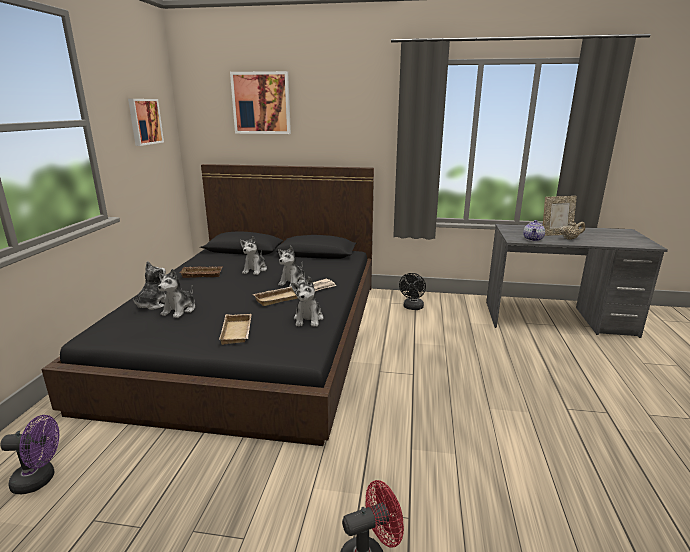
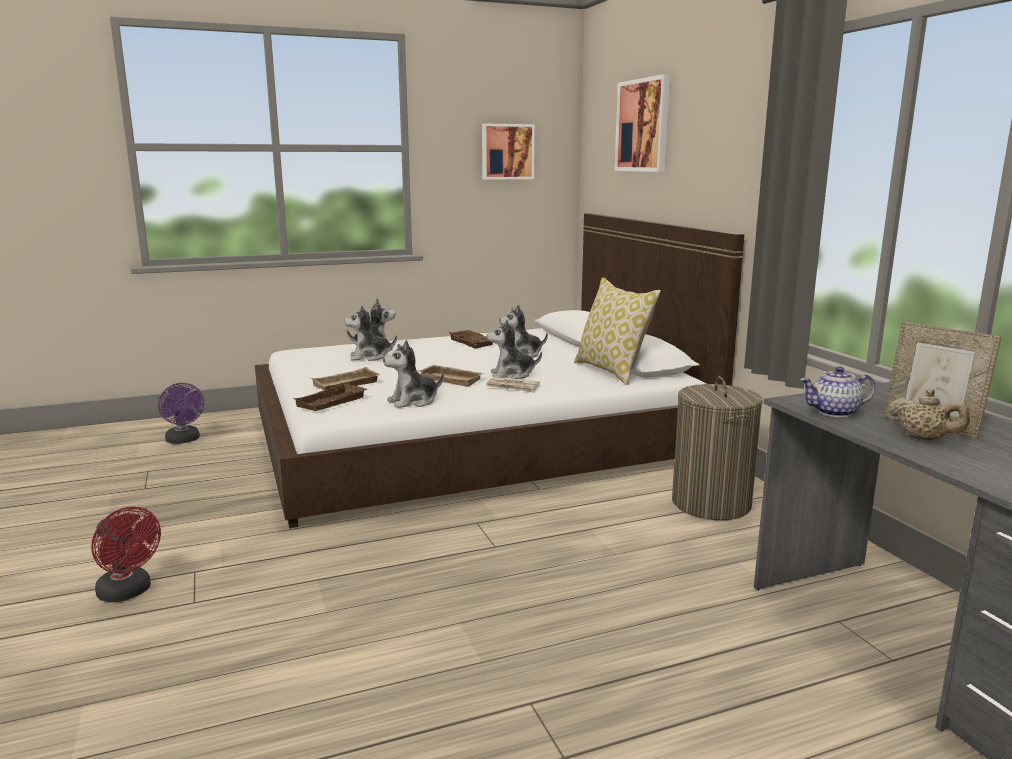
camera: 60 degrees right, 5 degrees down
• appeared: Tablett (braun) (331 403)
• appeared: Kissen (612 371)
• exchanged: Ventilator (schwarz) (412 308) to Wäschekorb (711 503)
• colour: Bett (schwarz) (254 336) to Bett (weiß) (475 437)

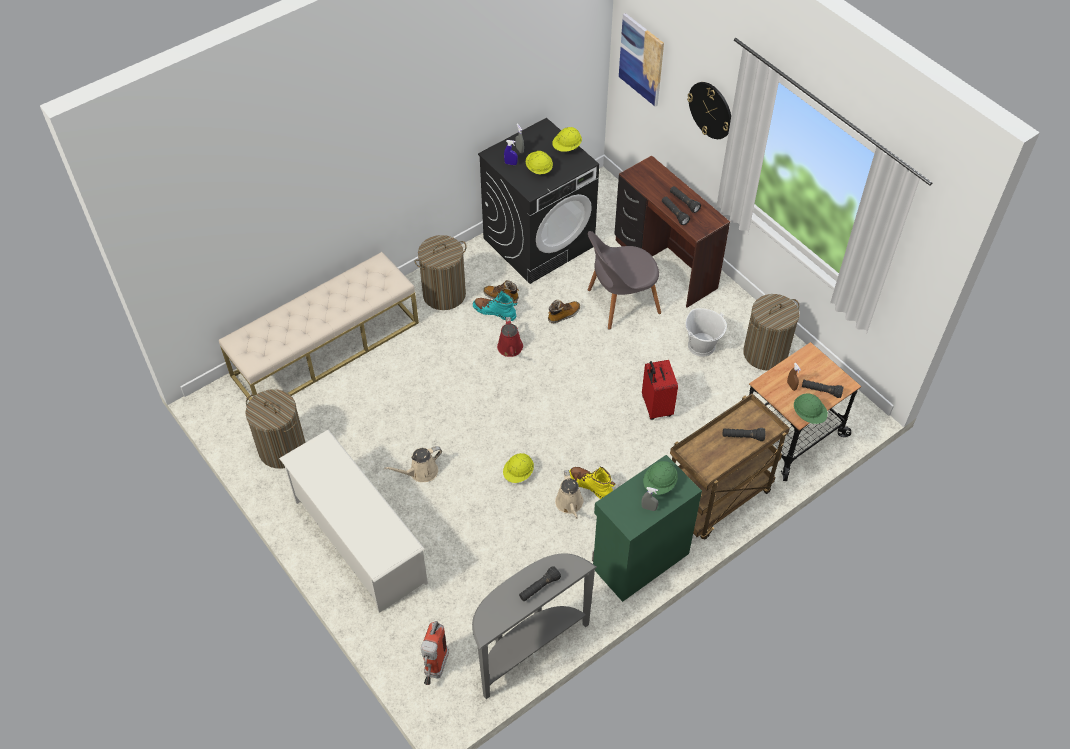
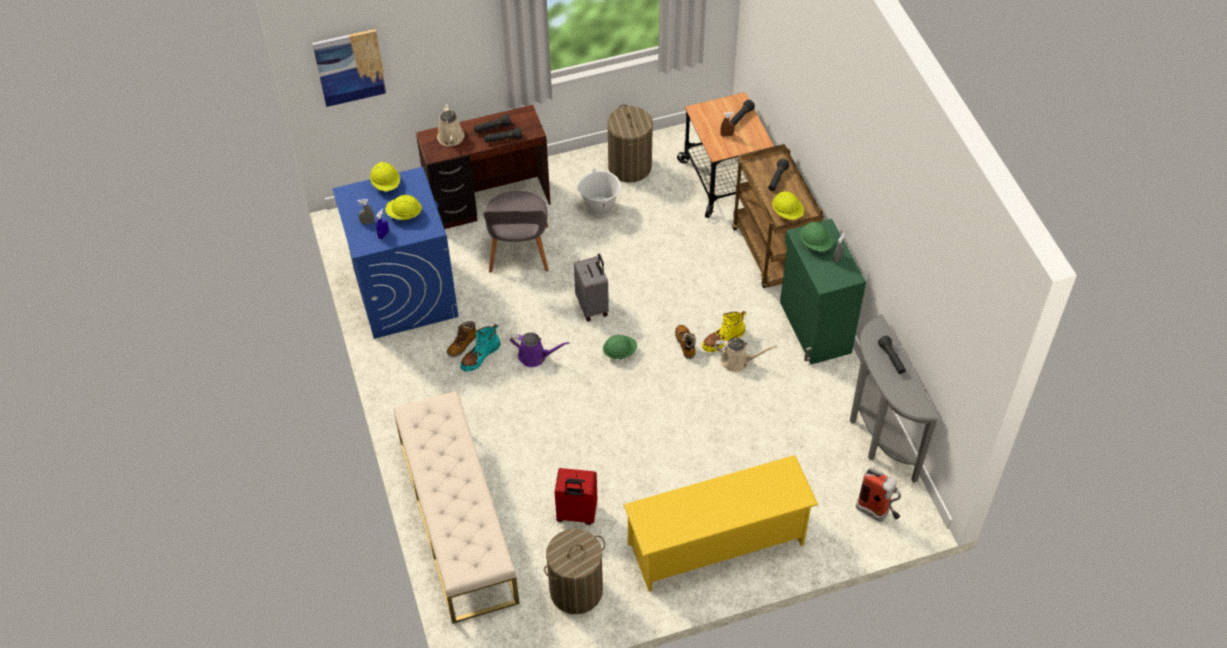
camera: 70 degrees left, 0 degrees up
• missing: Wäschekorb (444 294)
• missing: Wanduhr (710 110)
• appeared: Koffer (grau) (593 306)
• relocated: Gießkanne (beige) (421 472) to (451 138)
• relocated: Schutzhelm (gelb) (518 473) to (787 213)
• relocated: Stiefel (563 315) to (685 344)
• relocated: Koffer (rot) (655 407) to (576 514)
• relocated: Schutzhelm (grün) (809 415) to (619 352)
• colour: Schuhregal (weiß) (358 541) to Schuhregal (gelb) (716 544)
• colour: Waschmaschine (schwarz) (539 242) to Waschmaschine (blau) (405 293)
• colour: Gießkanne (rot) (510 349) to Gießkanne (lila) (535 356)

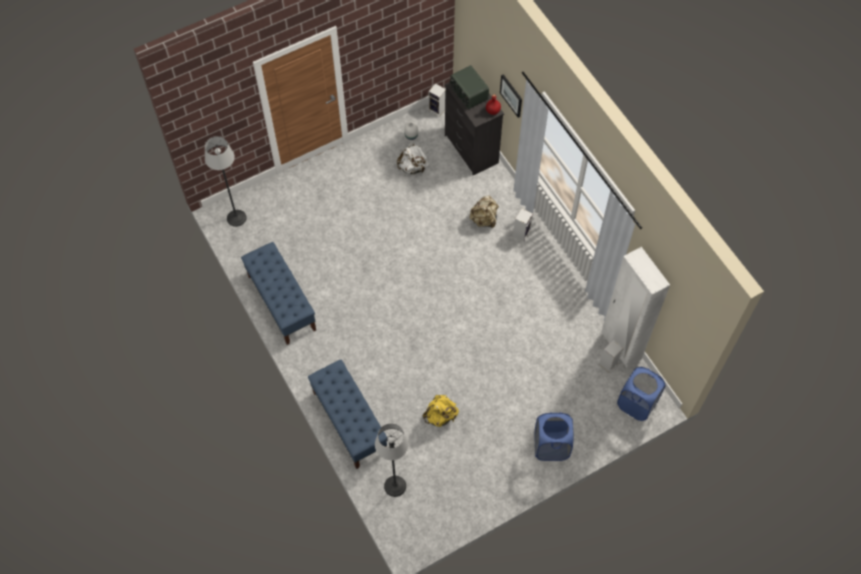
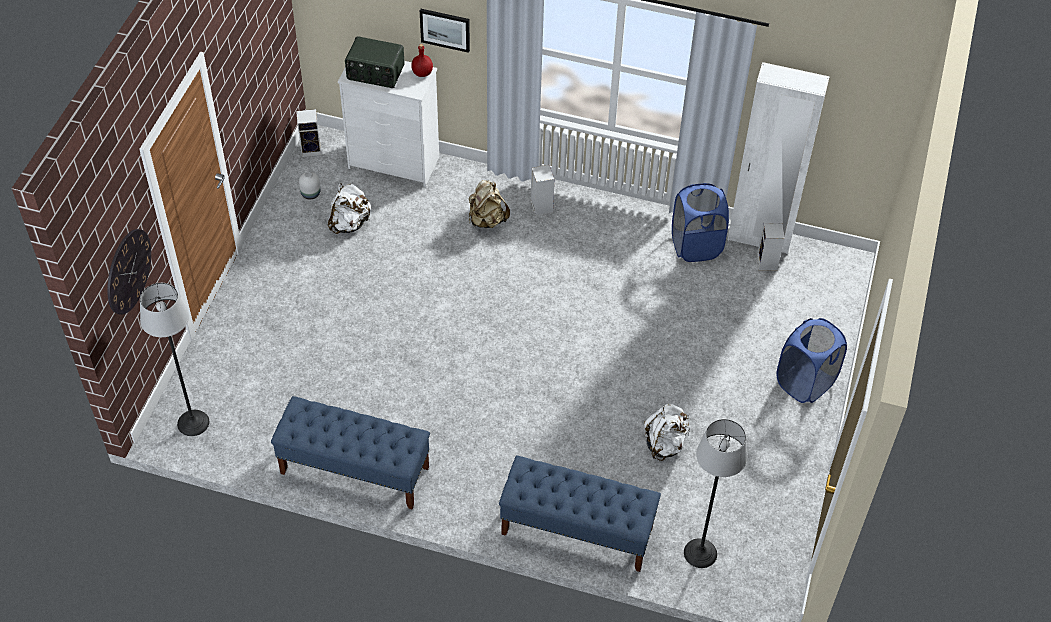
camera: 45 degrees left, 10 degrees down
• appeared: Wanduhr (128 271)
• relocated: Wäschekorb (blau) (637 404) to (696 246)
• colour: Rucksack (gelb) (440 416) to Rucksack (weiß) (665 444)
• colour: Kommode (schwarz) (471 149) to Kommode (weiß) (394 163)

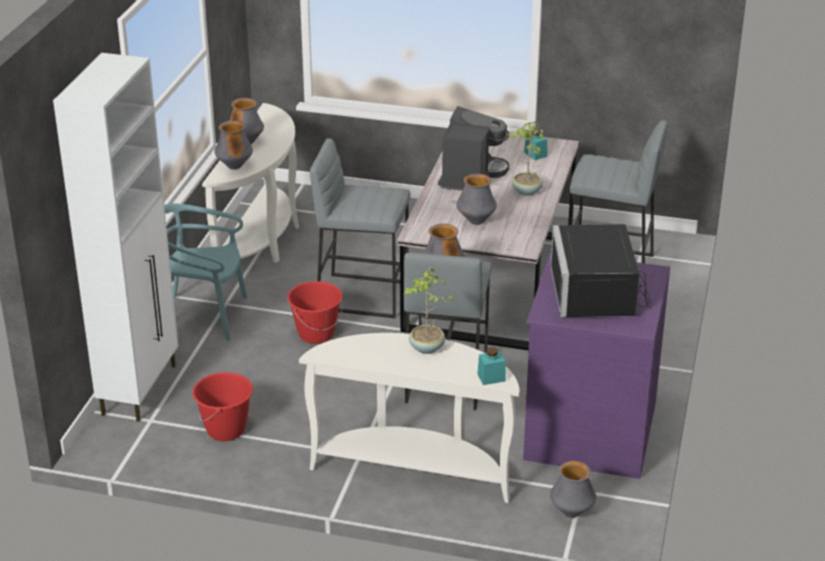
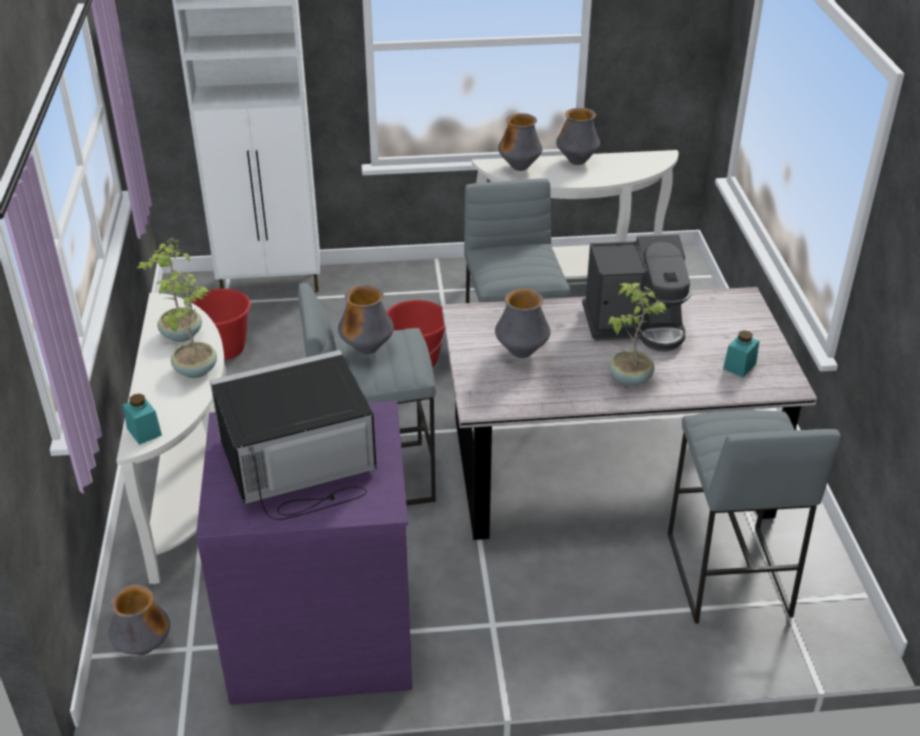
camera: 70 degrees right, 5 degrees up
• missing: Stuhl (türkis) (203 316)
• appeared: Topfpflanze (181 335)

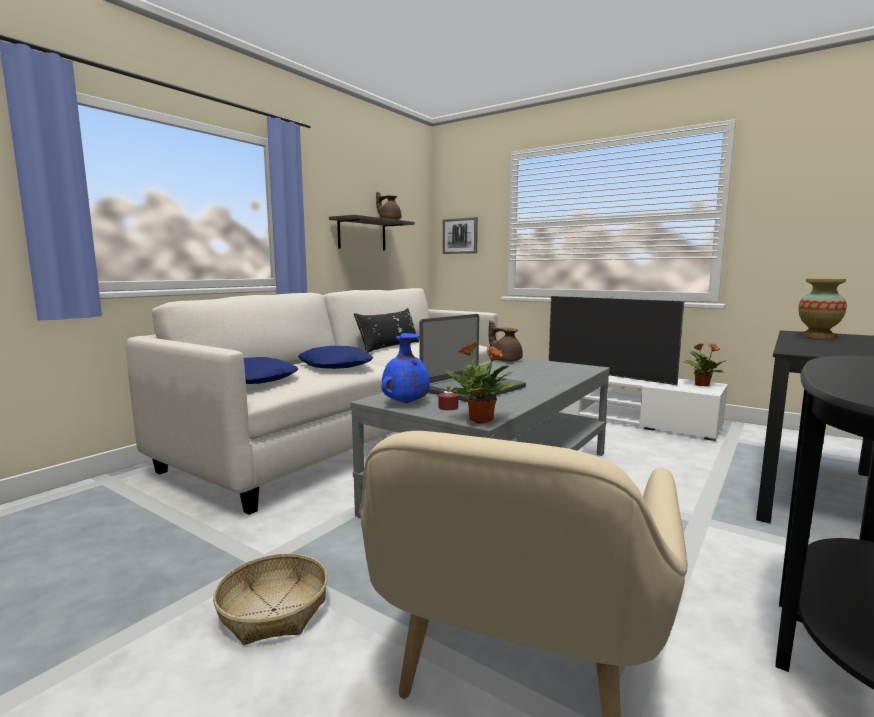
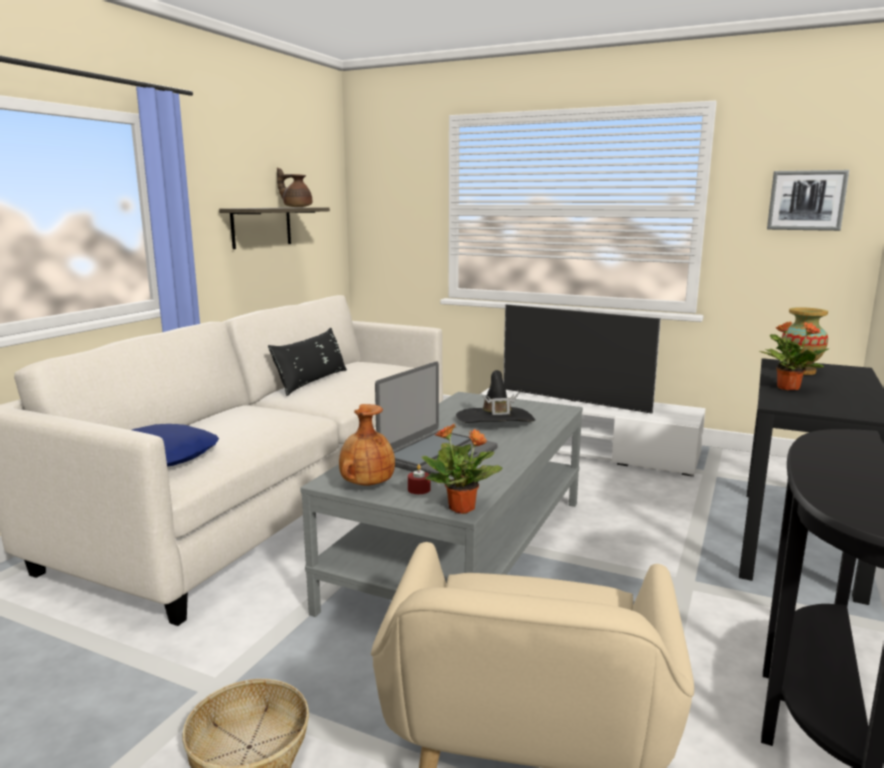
camera: 10 degrees left, 5 degrees up
• missing: Kissen (blau) (336 365)
• missing: Teekanne (braun) (506 360)
• appeared: Hut (schwarz) (495 420)
• relocated: Bild (460 236) to (806 200)
• relocated: Topfpflanze (701 385) to (787 388)
• colour: Vase (blau) (405 403) to Vase (braun) (366 485)

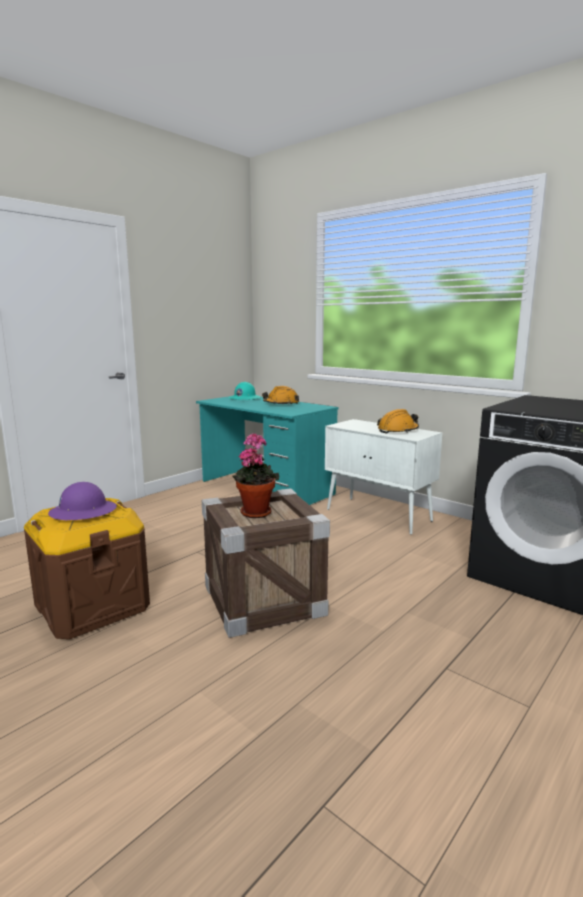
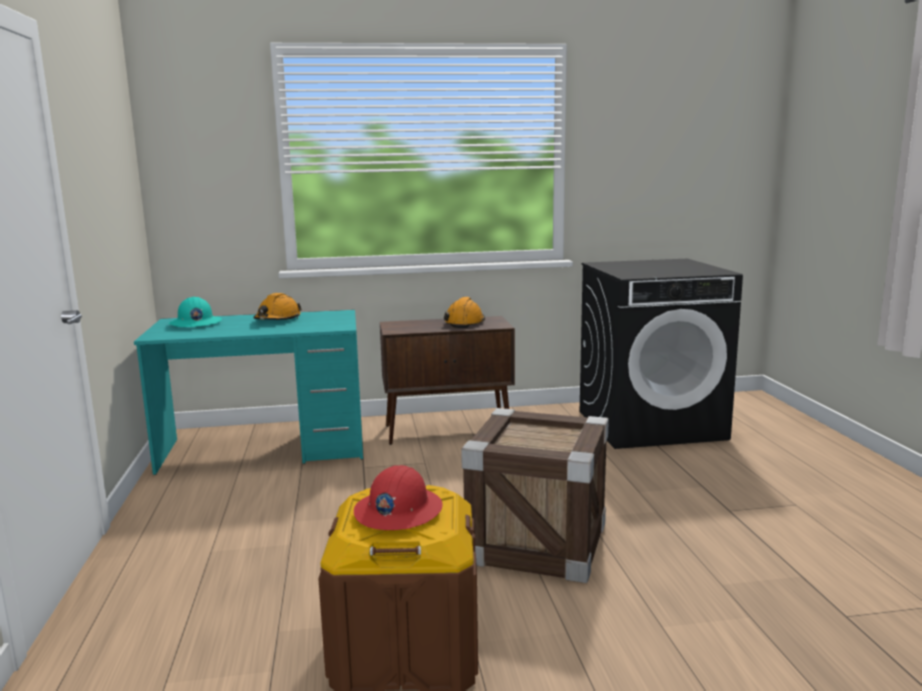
camera: 50 degrees left, 0 degrees up
• missing: Topfpflanze (255 512)
• colour: Schutzhelm (lila) (83 512) to Schutzhelm (rot) (398 511)
• colour: Schrank (weiß) (379 515) to Schrank (braun) (449 430)

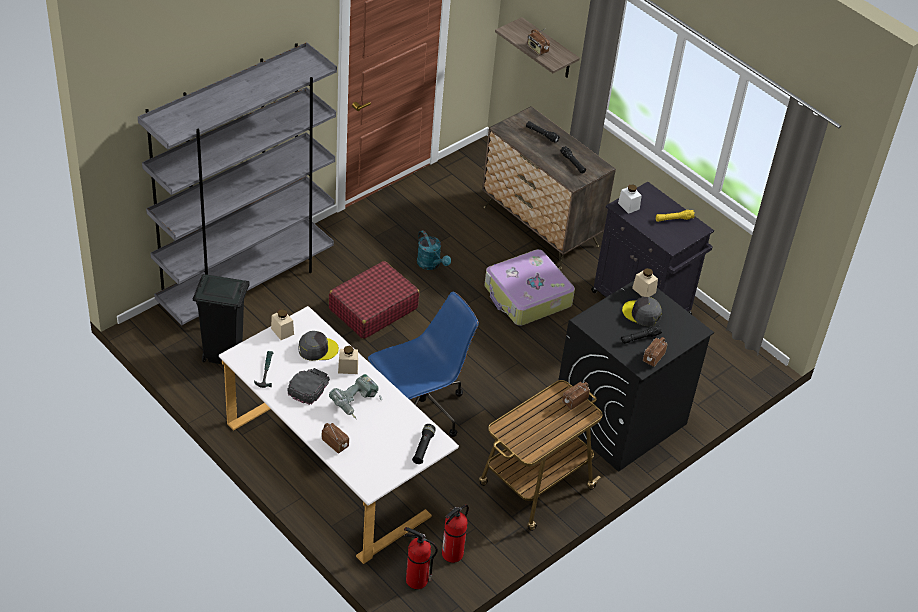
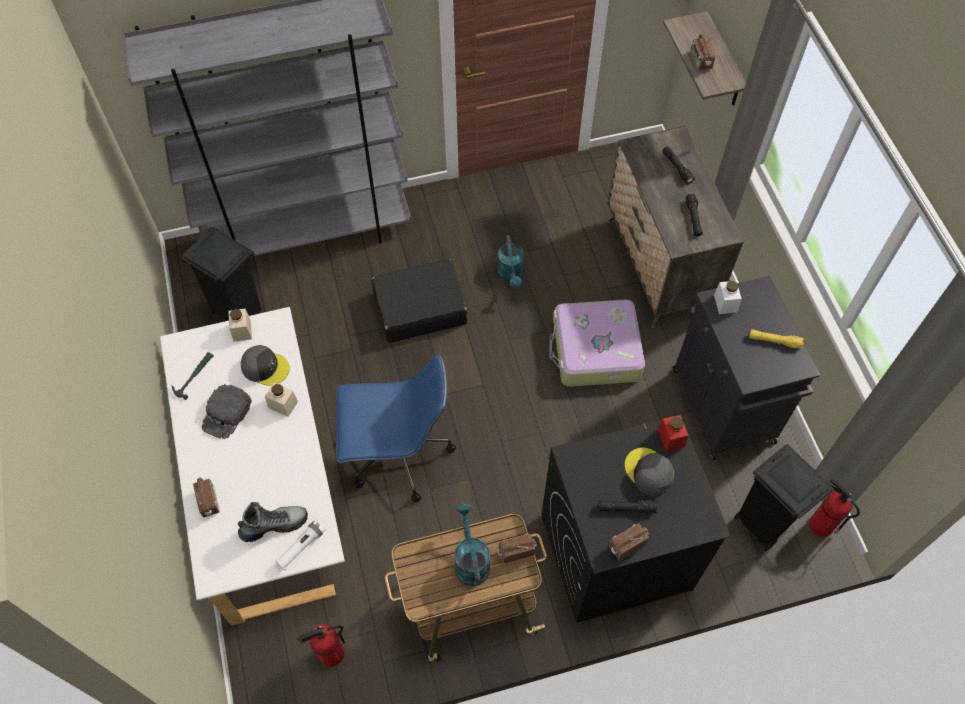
camera: 30 degrees right, 15 degrees up
• missing: Bohrmaschine (356 403)
• appeared: Stiefel (274 525)
• appeared: Gießkanne (türkis) (470 560)
• appeared: Mülleimer (schwarz) (761 524)
• relocated: Feuerlöscher (416 580) to (820 524)
• colour: Koffer (rot) (373 308) to Koffer (schwarz) (419 308)
• colour: Taschenlampe (schwarz) (423 448) to Taschenlampe (weiß) (301 547)
• colour: Vorratsglas (beige) (644 290) to Vorratsglas (rot) (671 438)
• spun: Kappe (schwarz) (309 387) = (226 414) 150 degrees clockwise

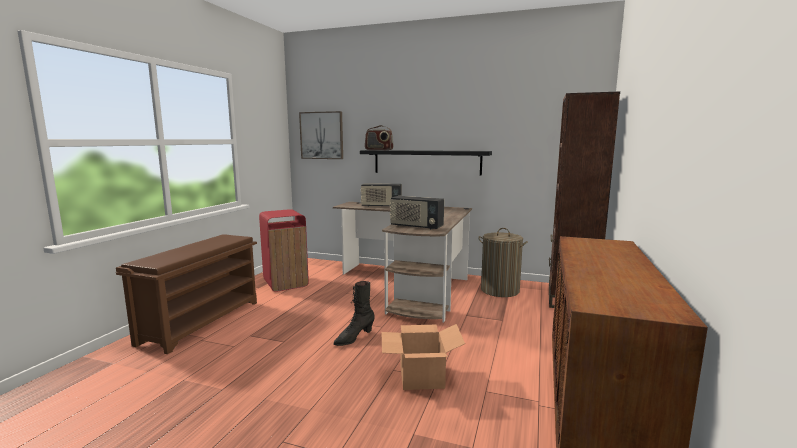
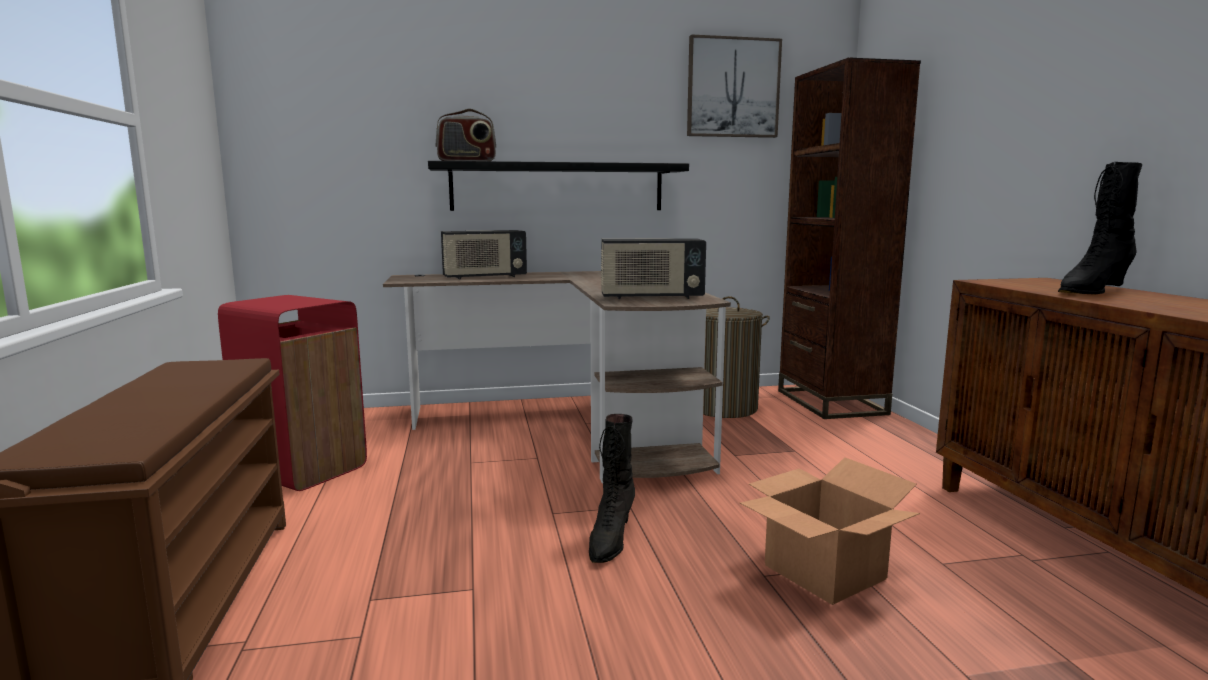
camera: 30 degrees left, 0 degrees up
• appeared: Stiefel (schwarz) (1091 291)
• relocated: Bild (322 135) to (733 88)

